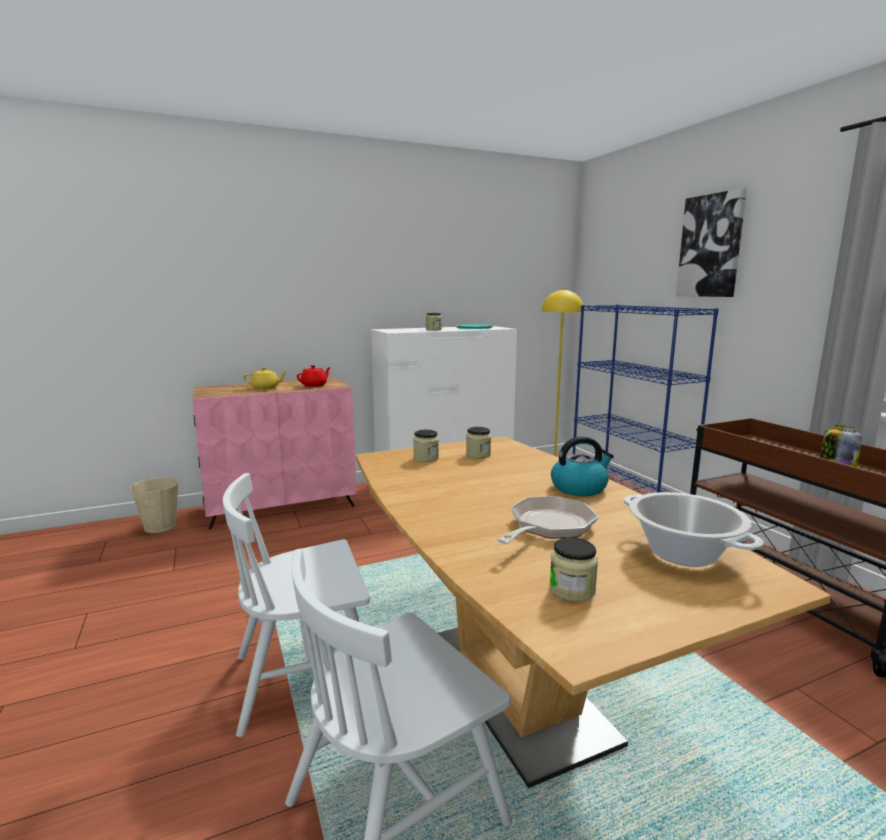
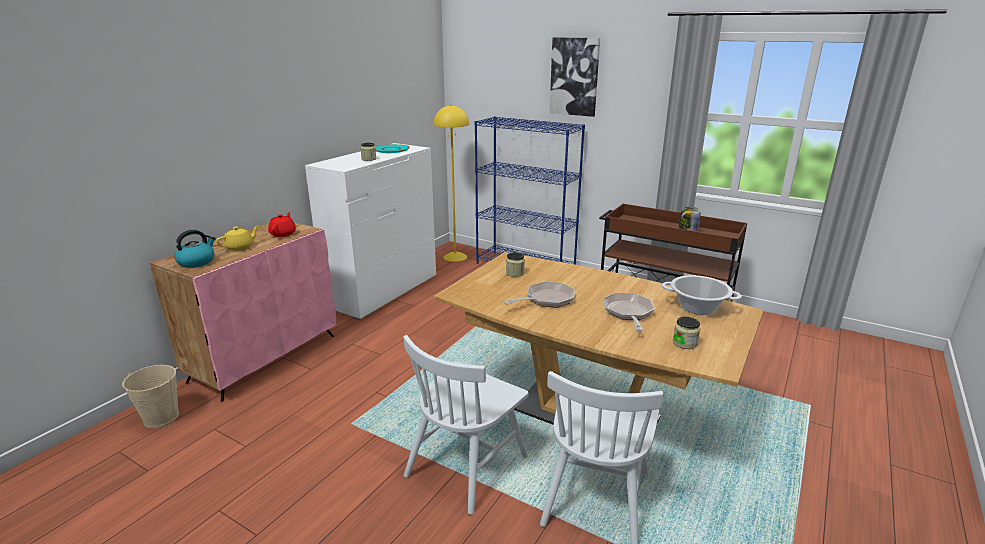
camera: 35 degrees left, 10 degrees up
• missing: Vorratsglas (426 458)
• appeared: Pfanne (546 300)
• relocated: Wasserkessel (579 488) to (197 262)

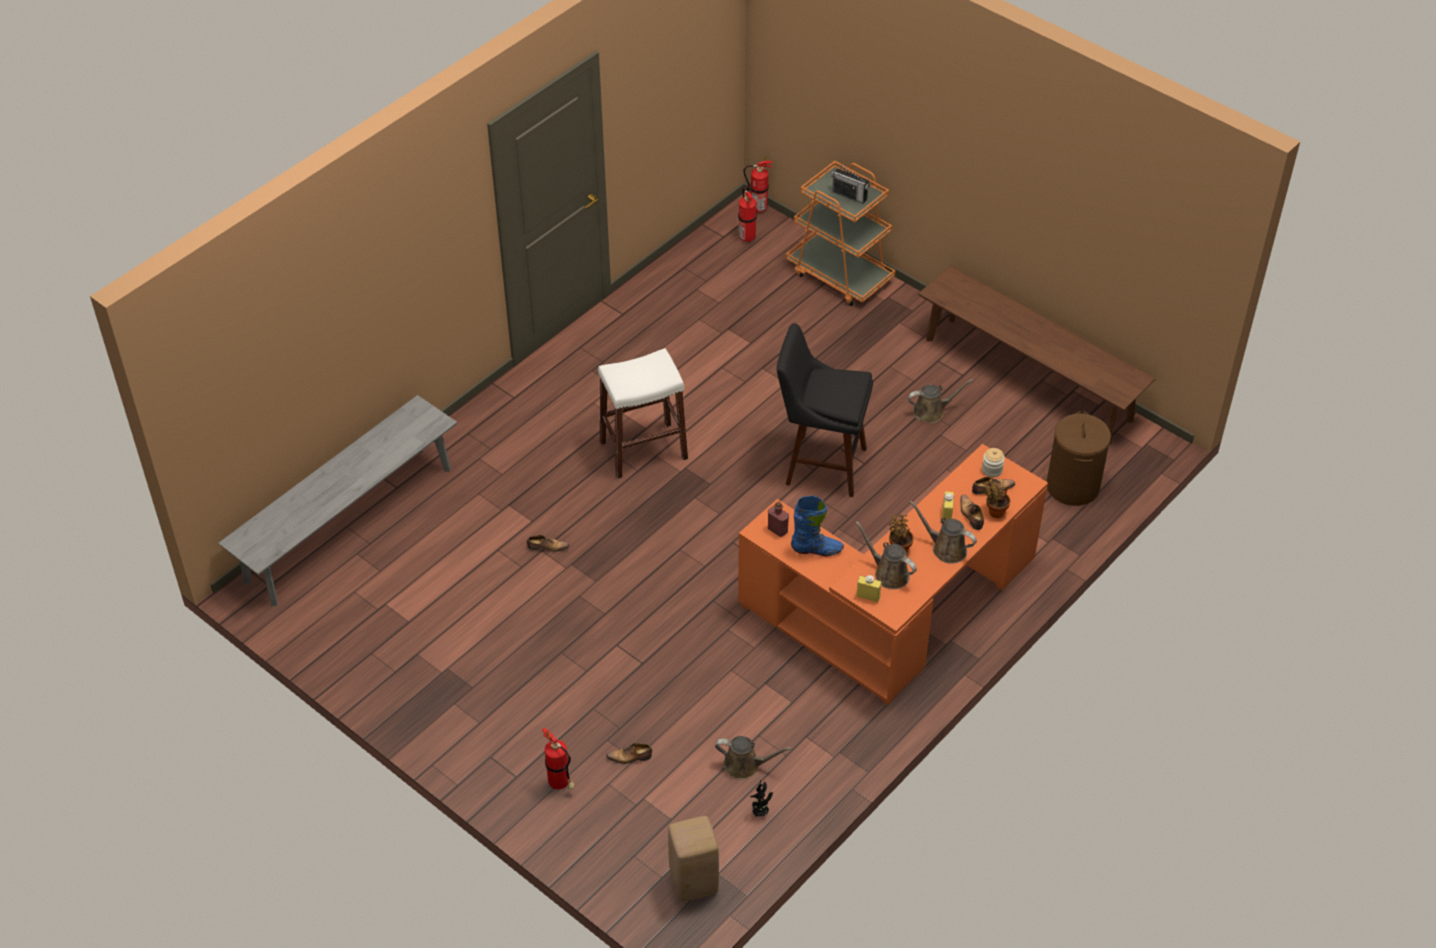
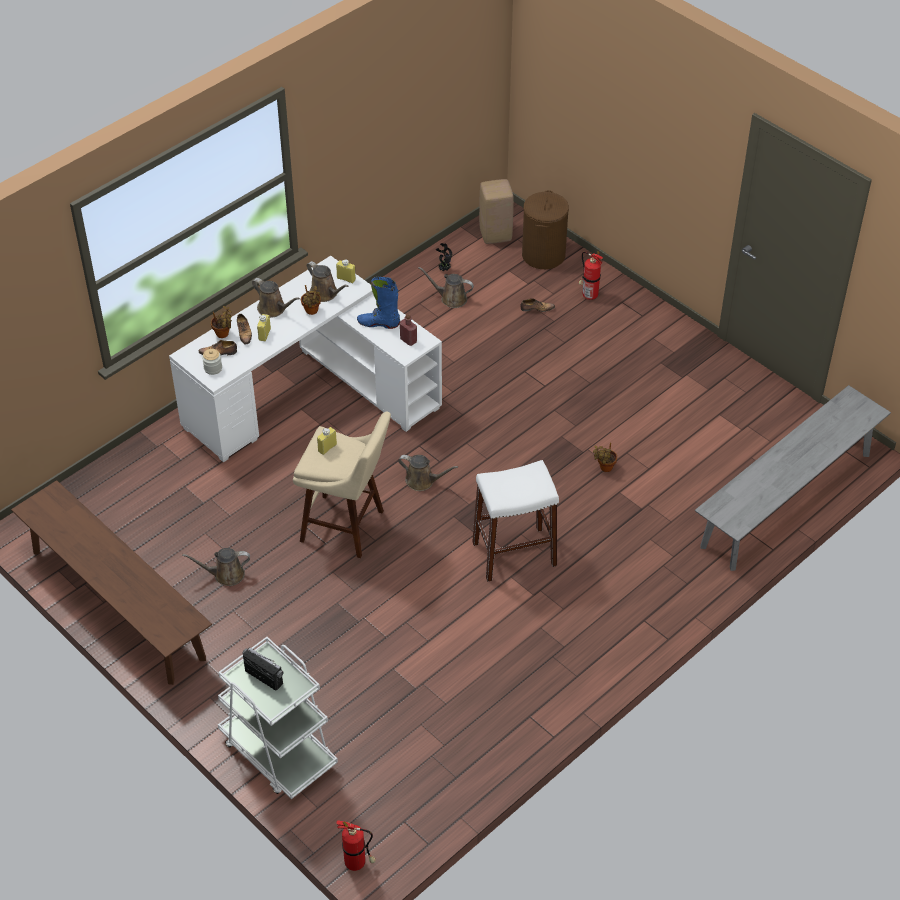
camera: 175 degrees left, 0 degrees up
• missing: Feuerlöscher (746 237)
• appeared: Flasche (gelb) (327 448)
• appeared: Gießkanne (braun) (423 481)
• relocated: Wäschekorb (braun) (1072 487) to (543 255)
• exchanged: Schuh (547 547) to Topfpflanze (604 468)
• colour: Schreibtisch (orange) (895 613) to Schreibtisch (weiß) (311 394)
• colour: Hocker (schwarz) (820 465) to Hocker (beige) (347 527)
• colour: Rollwagen (orange) (840 275) to Rollwagen (weiß) (278 752)

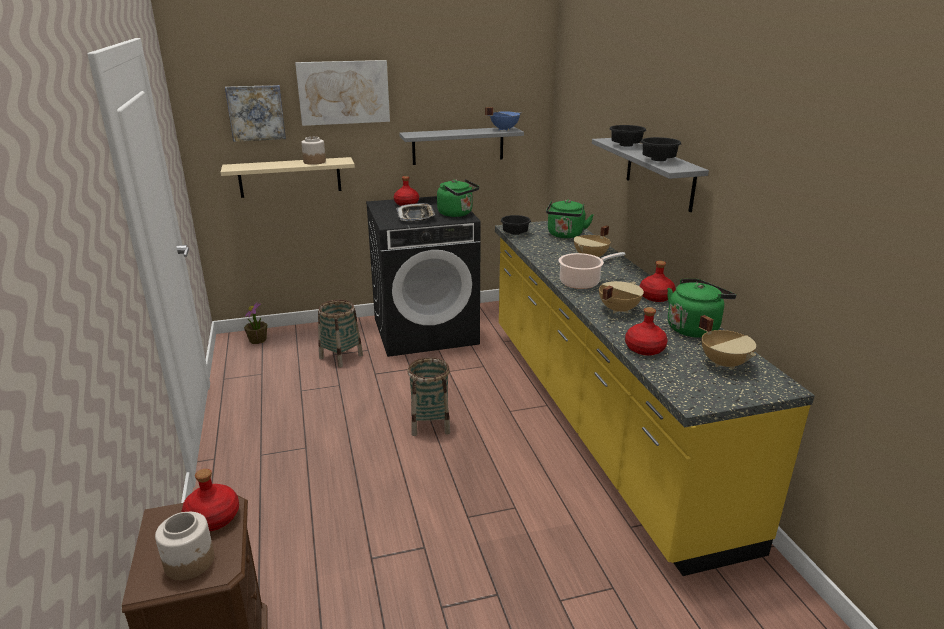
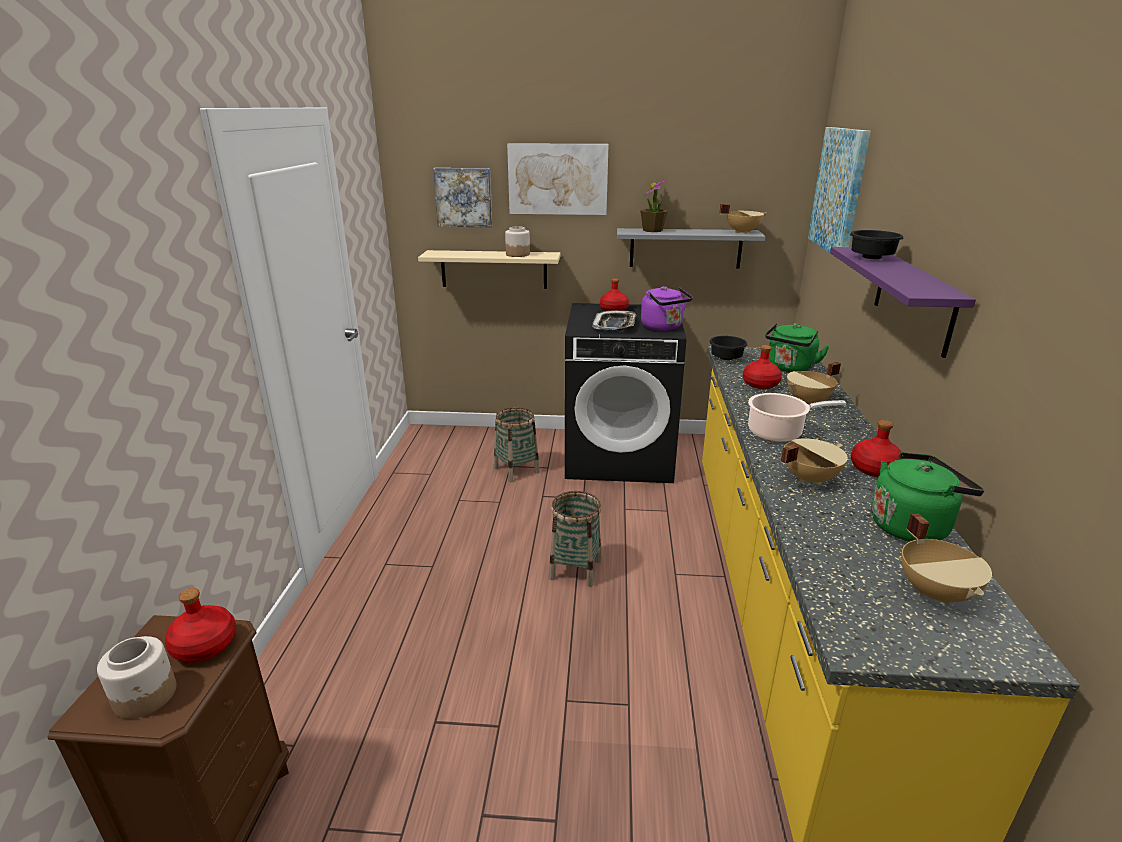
camera: 20 degrees right, 0 degrees up
• missing: Schüssel (schwarz) (658 160)
• appeared: Bild (839 190)
• relocated: Topfpflanze (258 340) to (653 230)
• relocated: Flasche (rot) (644 348) to (760 384)
• colour: Wasserkessel (grün) (457 214) to Wasserkessel (lila) (663 327)
• colour: Kochtopf (blau) (504 129) to Kochtopf (beige) (742 232)
• colour: Wandregal (grau) (659 173) to Wandregal (lila) (913 299)

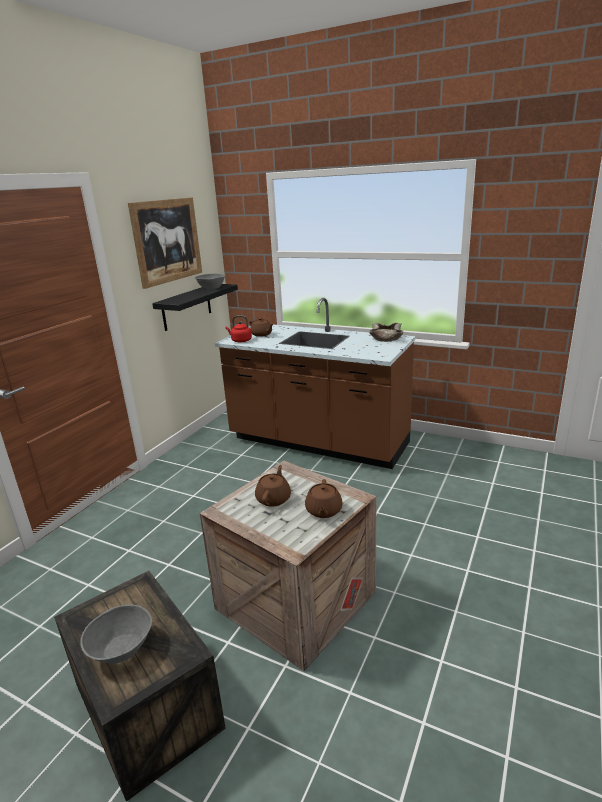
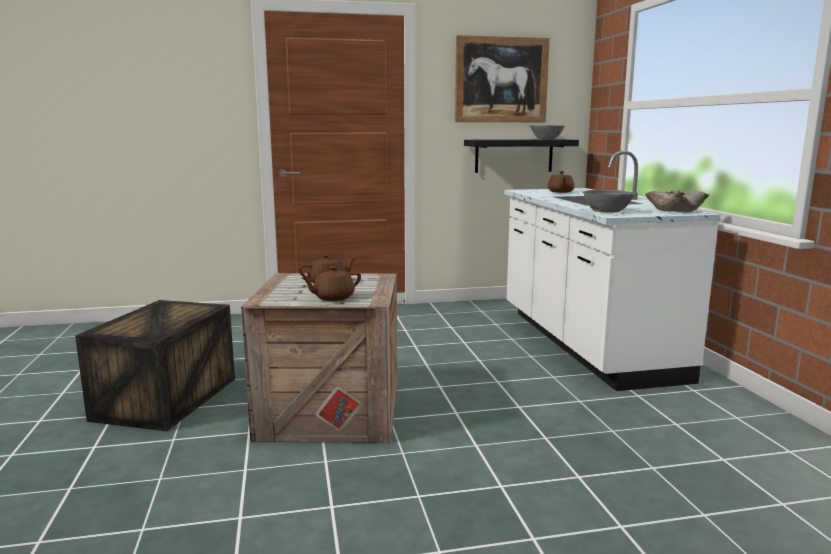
camera: 50 degrees right, 10 degrees down
• missing: Wasserkessel (rot) (240 341)
• relocated: Schüssel (grau) (121 648) to (607 211)
• colour: Küchenzeile (braun) (318 442) to Küchenzeile (weiß) (585 343)

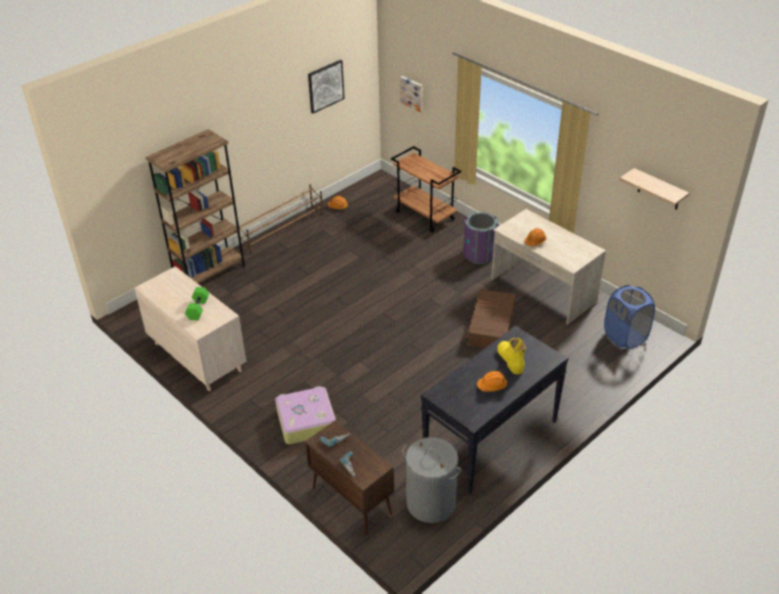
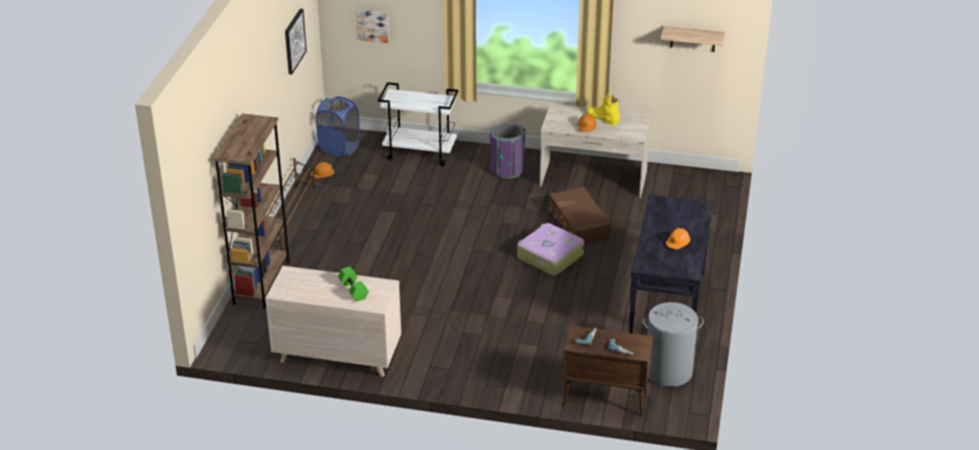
camera: 35 degrees left, 5 degrees down
• relocated: Koffer (305 421) to (549 256)
• relocated: Stiefel (gelb) (510 360) to (602 118)
• relocated: Wäschekorb (blau) (625 337) to (339 148)
• colour: Rollwagen (braun) (425 216) to Rollwagen (weiß) (420 153)

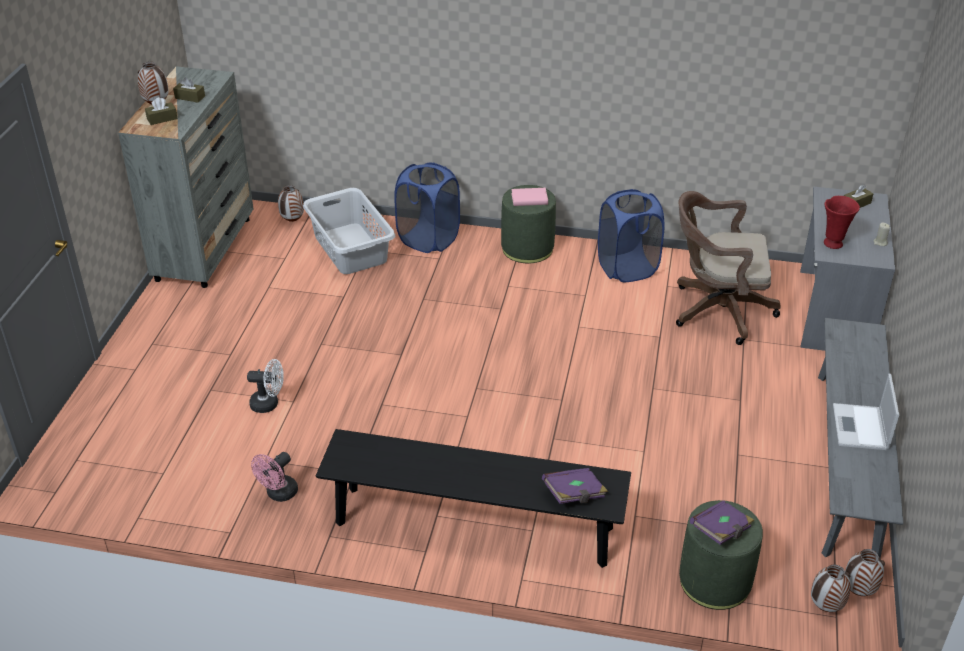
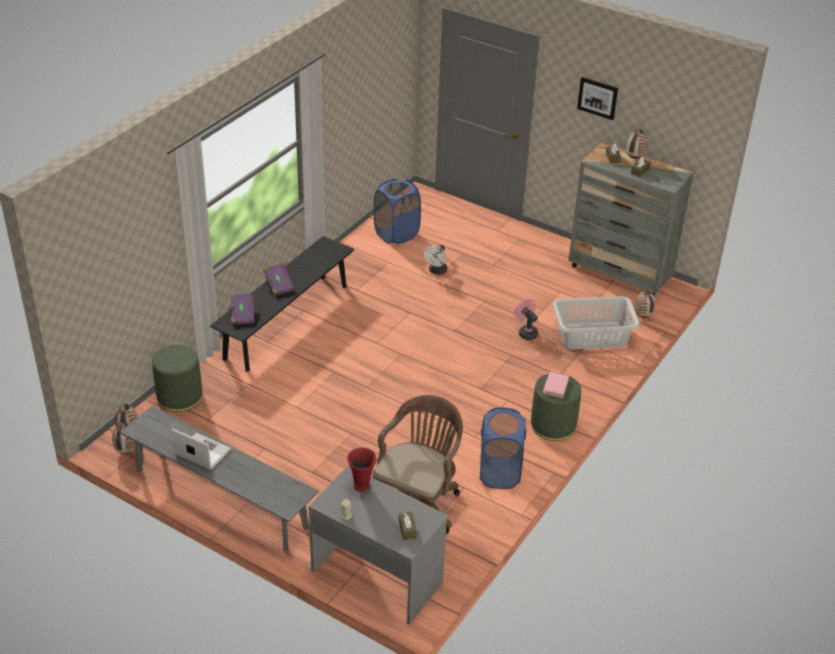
camera: 110 degrees right, 0 degrees up
• appeared: Bild (598 98)
• relocated: Ventilator (rosa) (278 494) to (526 332)
• relocated: Wäschekorb (blau) (428 239) to (396 234)
• relocated: Buch (lila) (721 531) to (278 285)

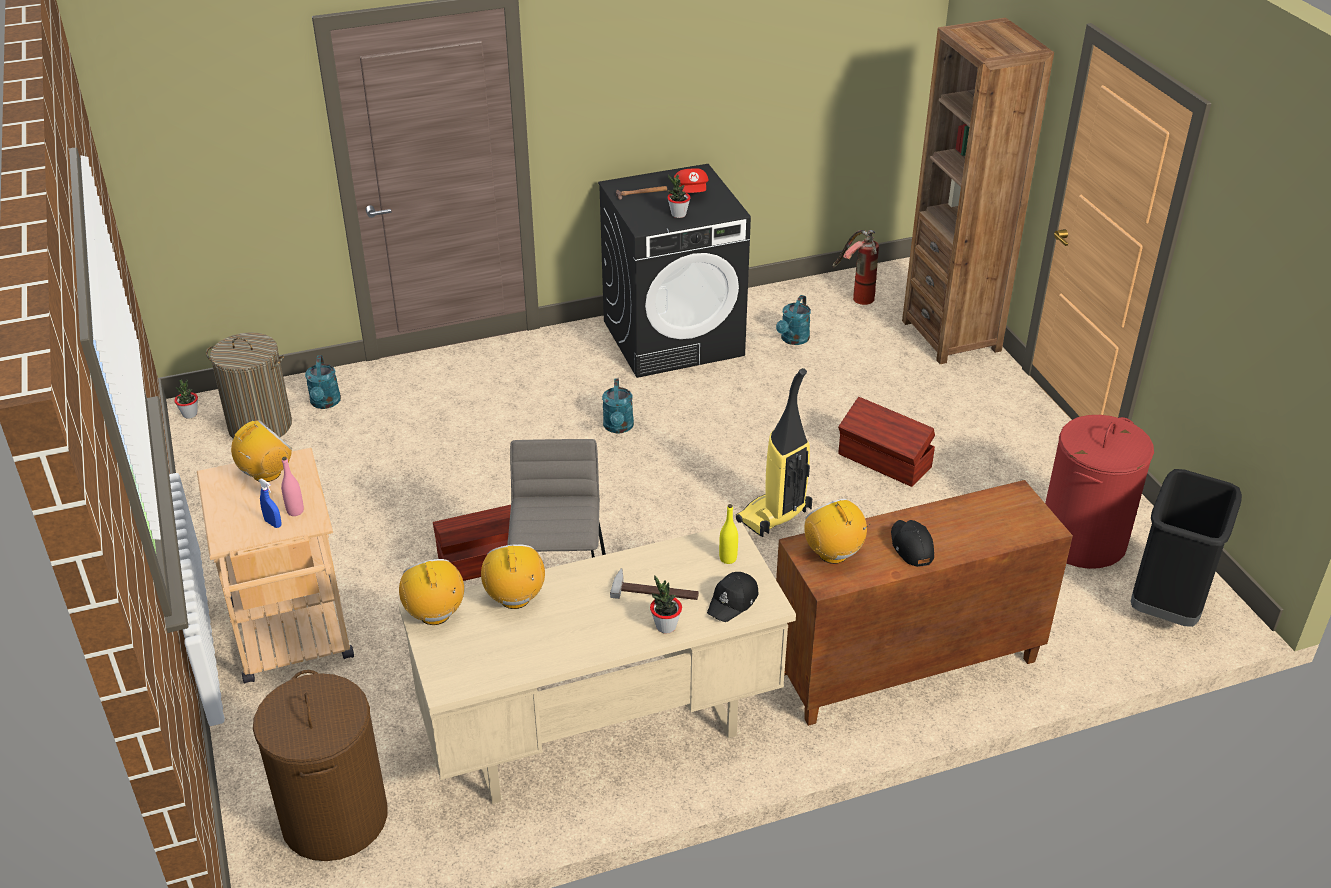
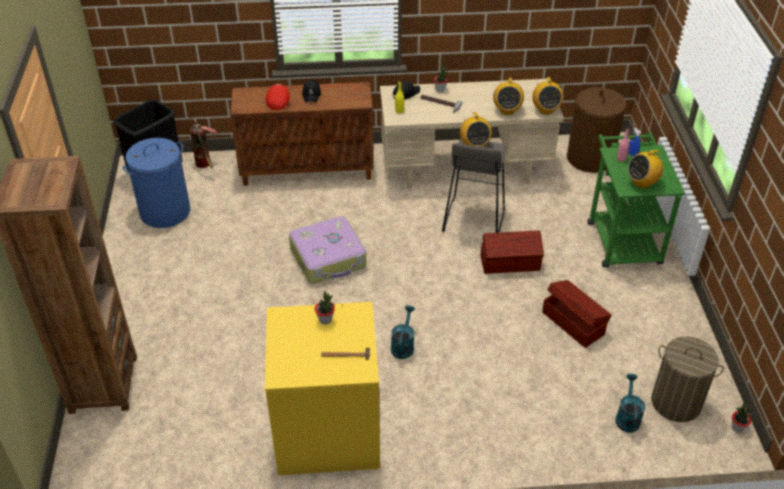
camera: 165 degrees left, 5 degrees up
• missing: Gießkanne (türkis) (793 340)
• relocated: Kappe (rot) (691 191) to (278 101)
• relocated: Radio (833 554) to (474 146)
• relocated: Feuerlöscher (855 296) to (206 166)
• relocated: Aufbewahrungsbox (braun) (884 461) to (573 322)
• exchanged: Staubsauger (774 516) to Koffer (329 258)
• colour: Rollwagen (beige) (294 639) to Rollwagen (grün) (621 237)
• colour: Waschmaschine (schwarz) (673 338) to Waschmaschine (gelb) (327 432)
• colour: Wäschekorb (rot) (1082 540) to Wäschekorb (blau) (165 211)

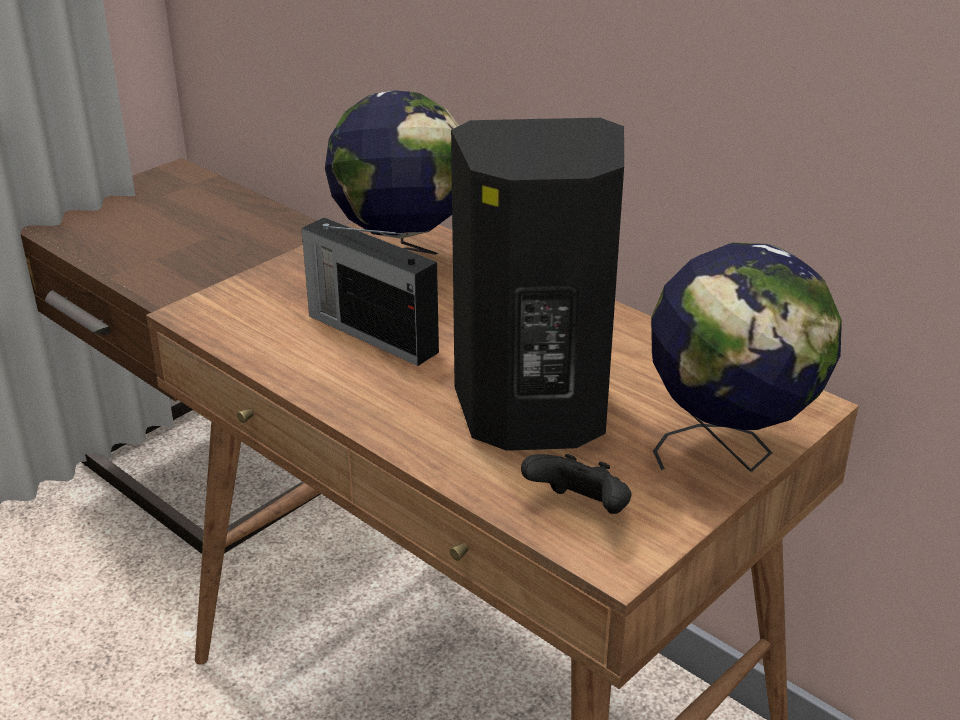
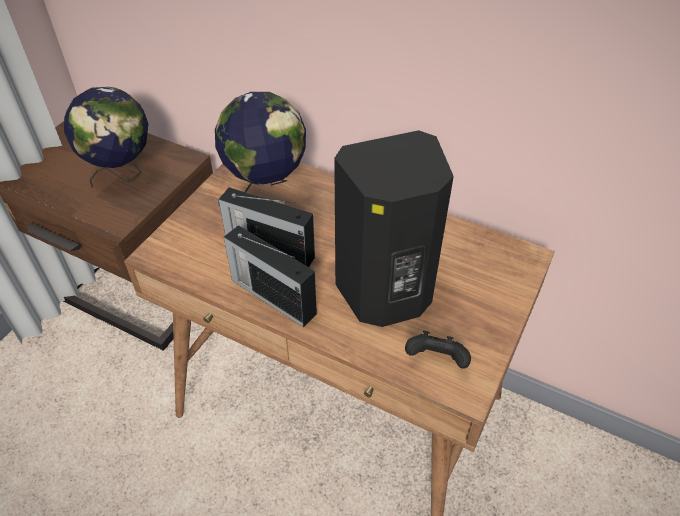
camera: 15 degrees left, 15 degrees up
• appeared: Radio (272 295)
• relocated: Globus (728 452) to (122 175)

